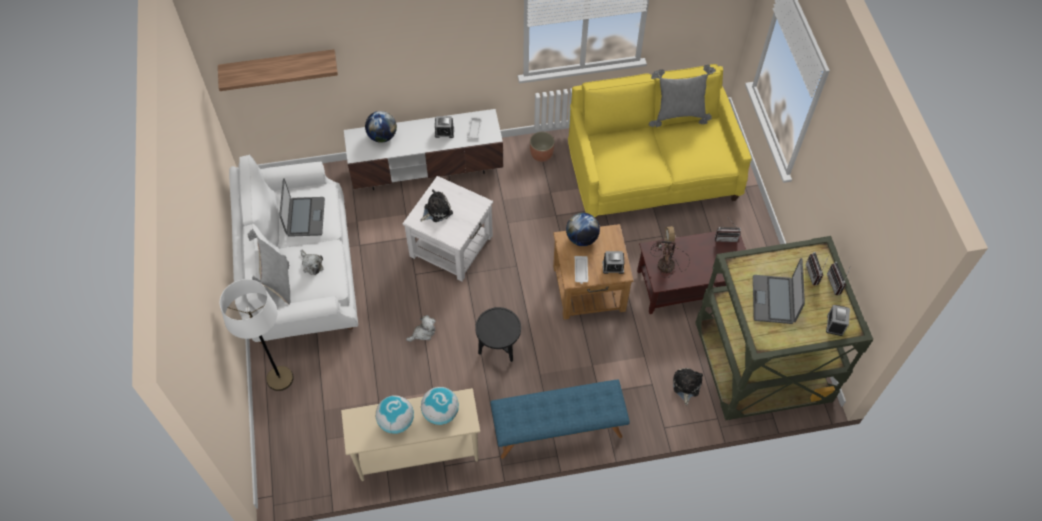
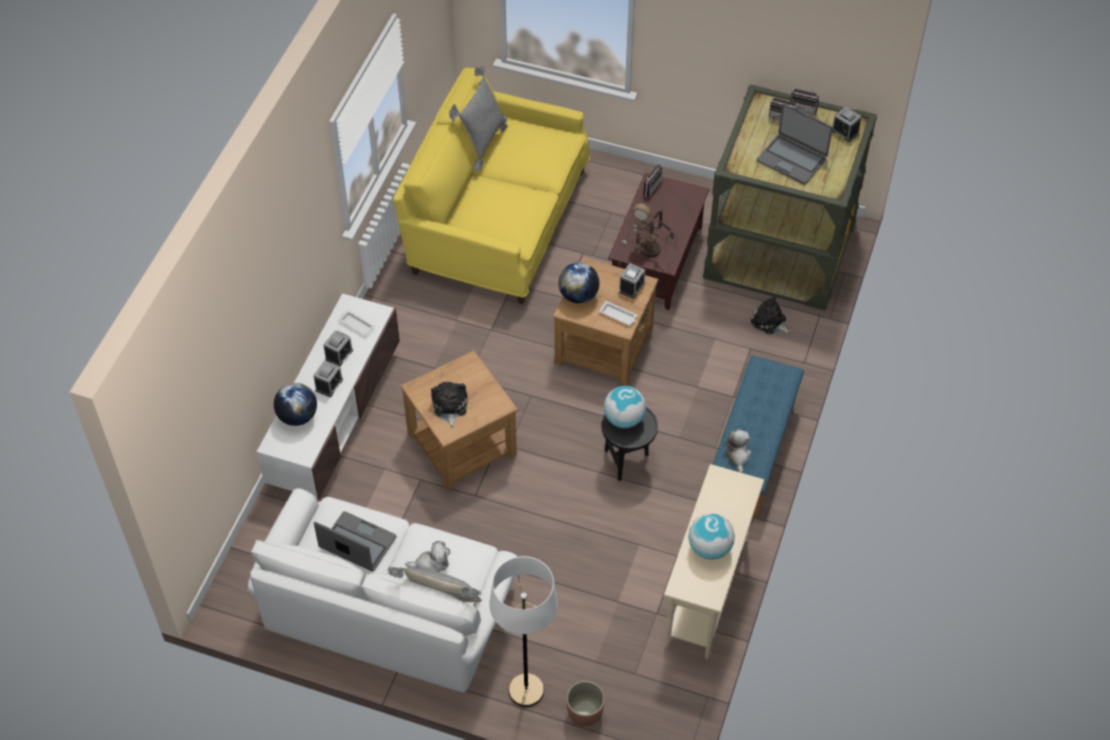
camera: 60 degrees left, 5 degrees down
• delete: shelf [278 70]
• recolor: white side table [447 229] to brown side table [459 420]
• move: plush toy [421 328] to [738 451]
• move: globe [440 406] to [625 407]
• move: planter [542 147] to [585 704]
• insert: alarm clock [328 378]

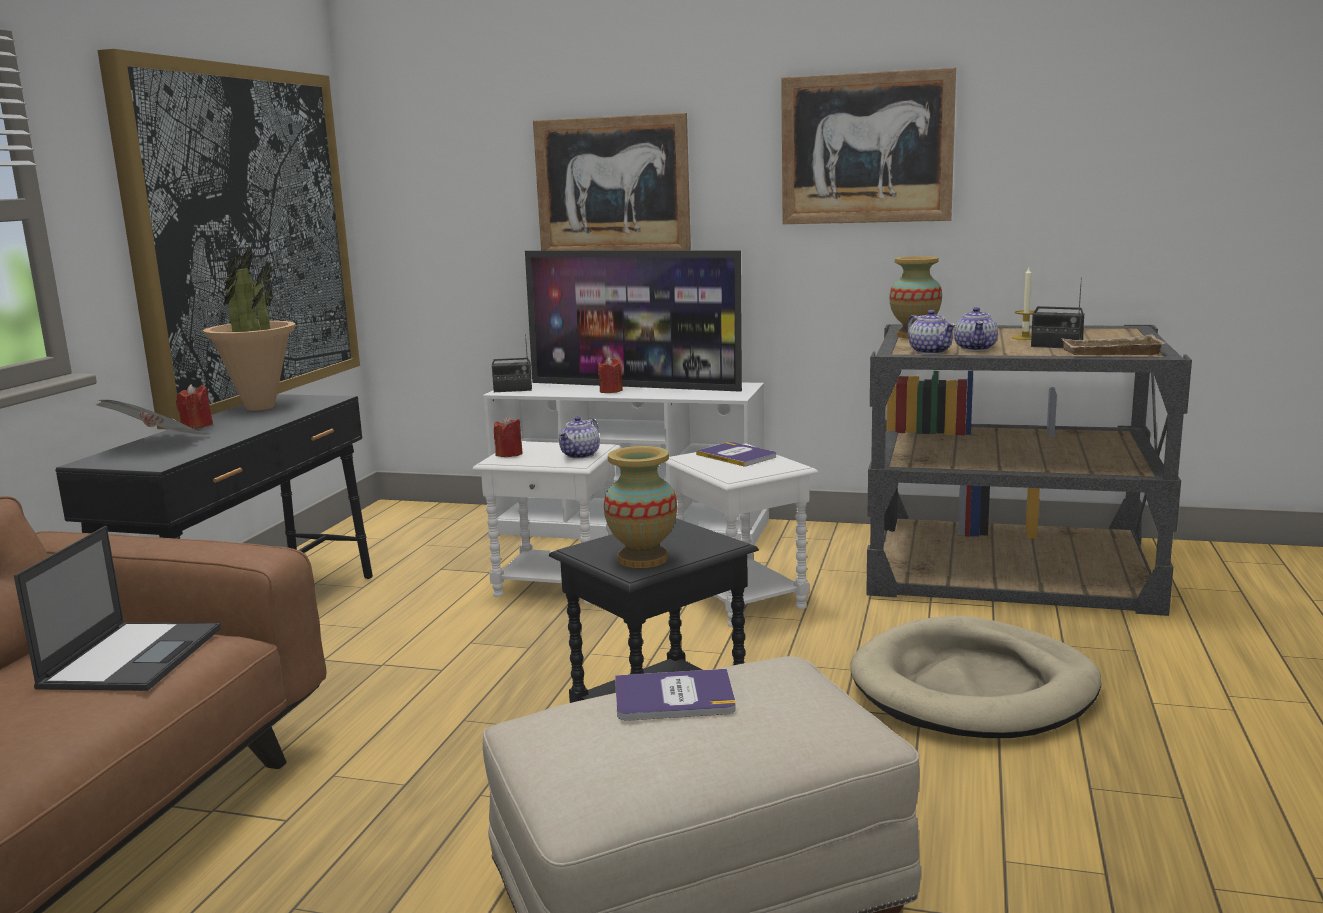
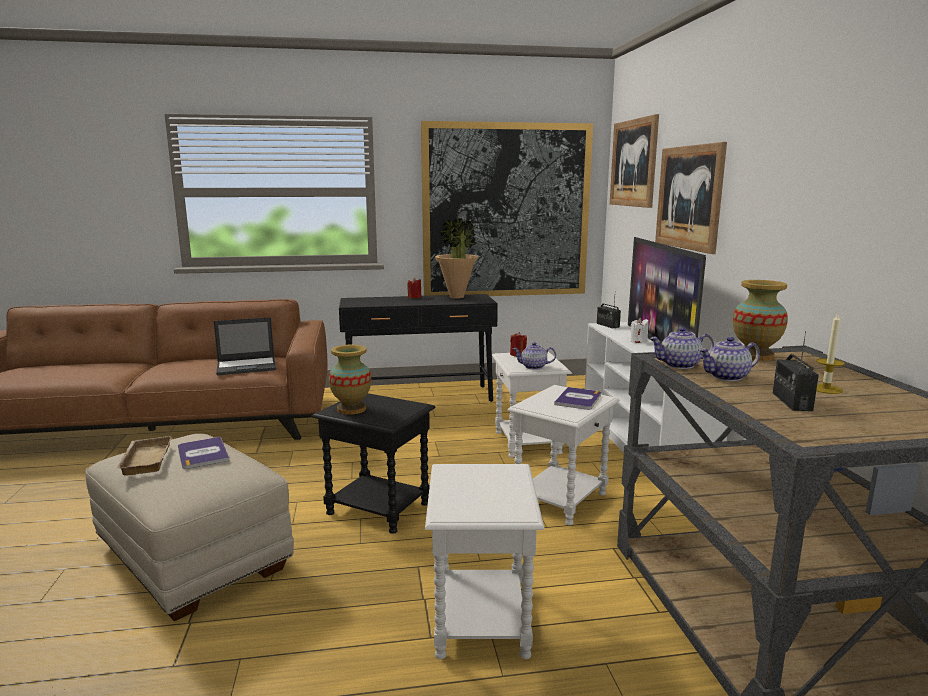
camera: 65 degrees right, 0 degrees up
• delete: newspaper [153 417]
• recolor: red candle [610 375] to white candle [639 330]
• move: picture [868 145] to [634 161]
• replace: beige dog bed [975 677] to white side table [485 561]
• rotate: teapot [931 332] = [682 348] 45 degrees clockwise
• move: beige tray [1113 345] to [143 456]

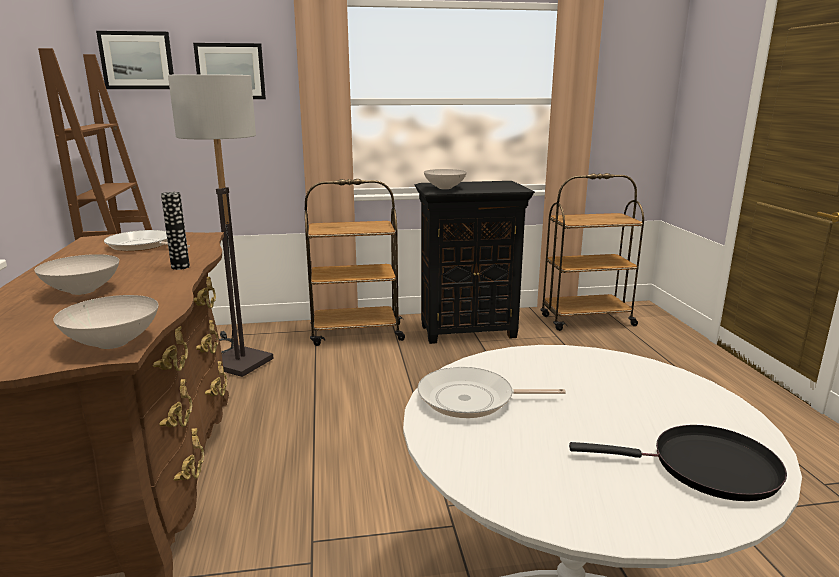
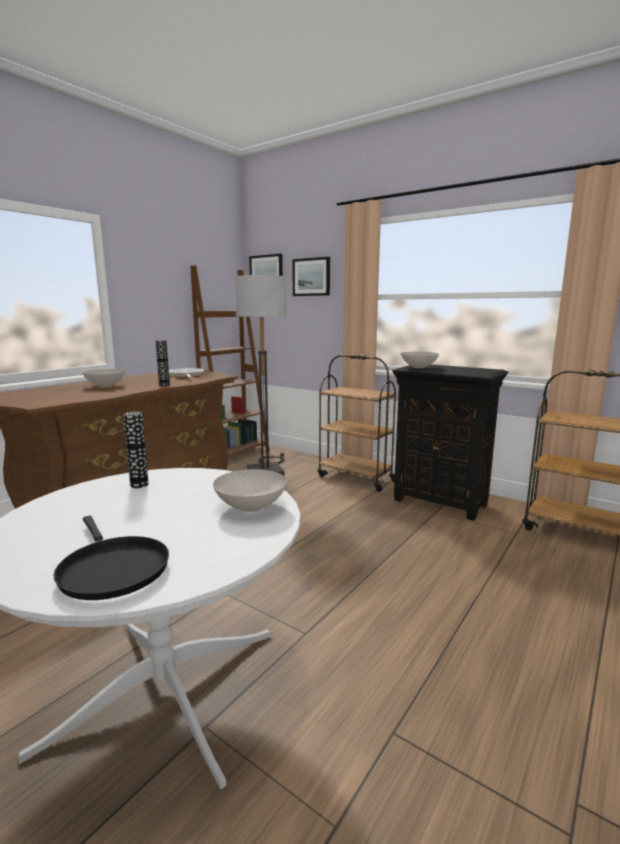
camera: 45 degrees right, 5 degrees down
• move: white bowl [105 322] to [250 490]
• replace: frying pan [491 392] to vase [136 450]

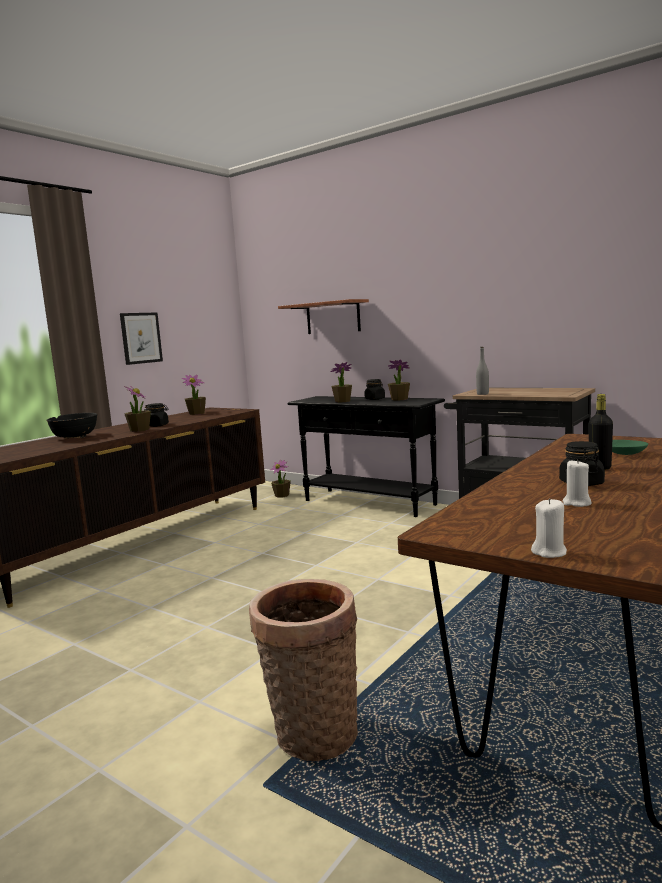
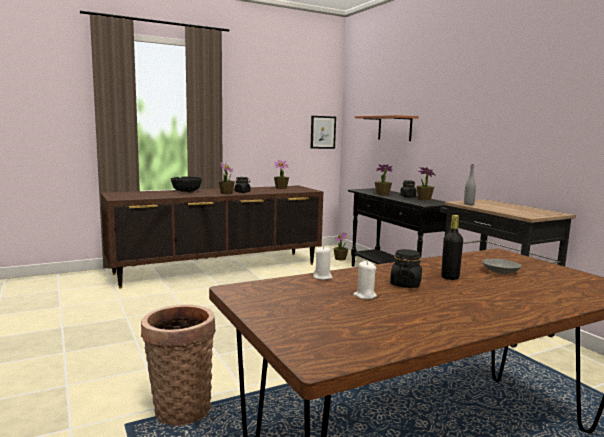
camera: 25 degrees right, 0 degrees up
• move: picture [141 338] to [323 132]
• move: white candle [549 528] to [323 263]
• recolor: green bowl [630 447] to grey bowl [501 266]

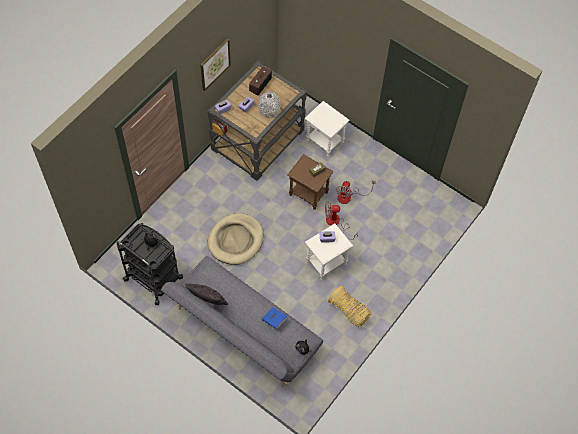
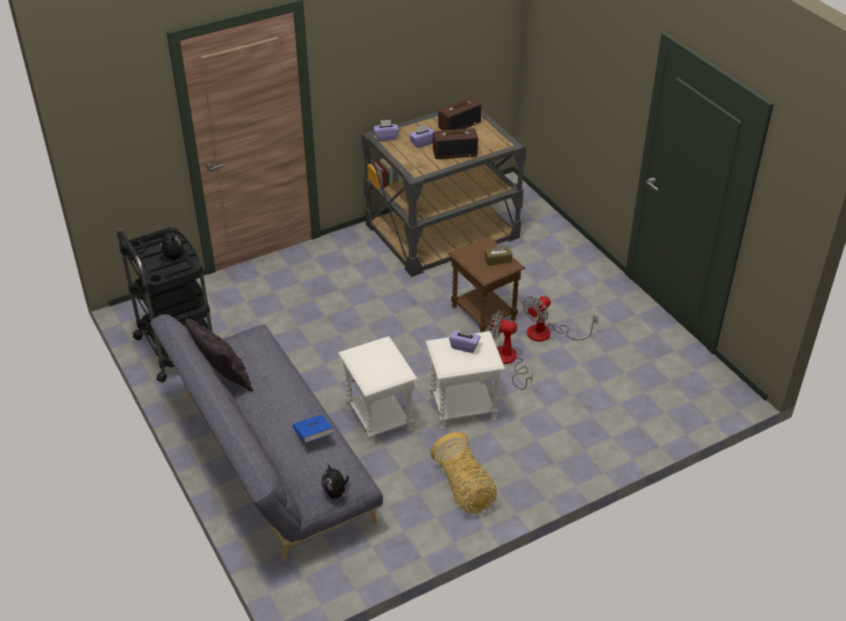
camera: 25 degrees right, 20 degrees down
• delete: picture [215 64]
• delete: beige dog bed [236 239]
• replace: grey vase [269 104] to radio [455 143]
• move: white side table [327 128] to [378 391]

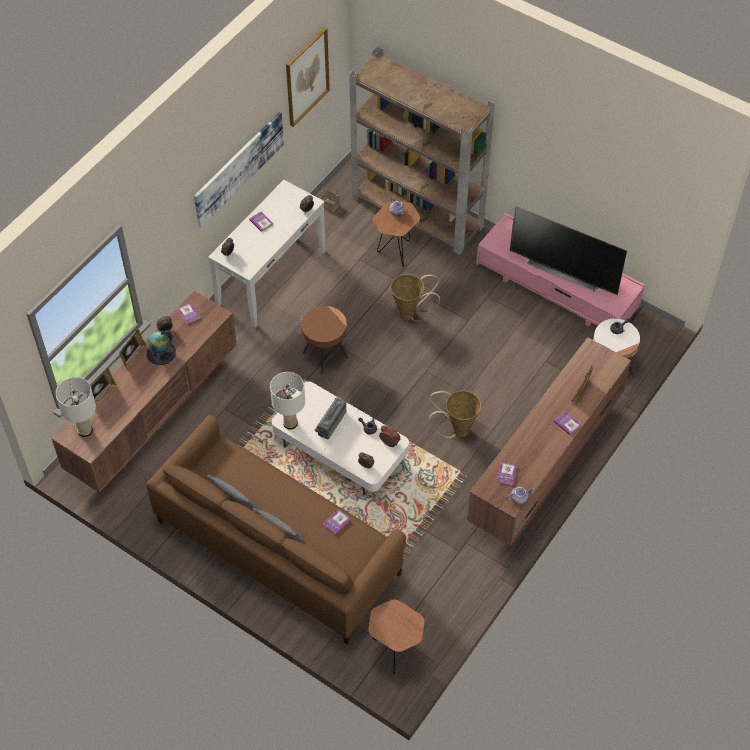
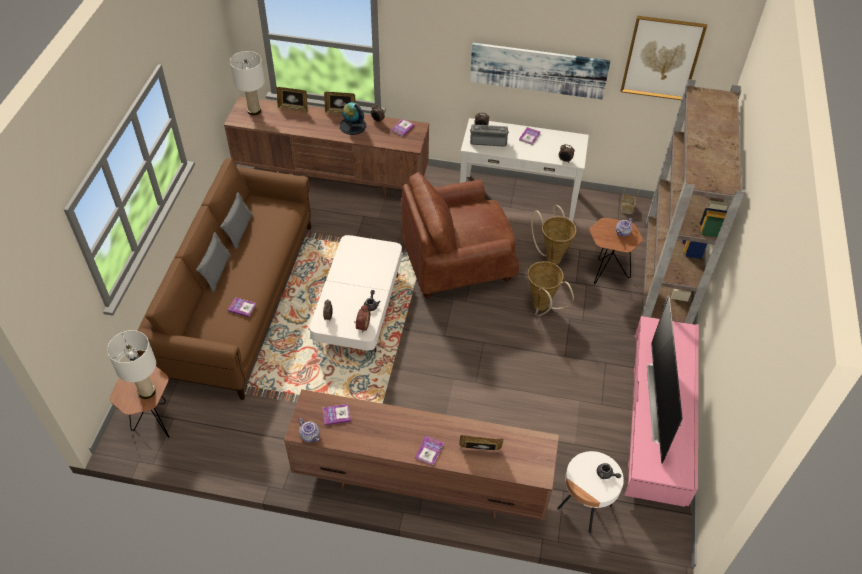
camera: 65 degrees right, 5 degrees down
• move: white table lamp [287 401] to [131 364]
• replace: brown side table [324 340] to brown armchair [460 235]
• move: radio [330 418] to [489 135]
• move: basket [455 414] to [553 235]

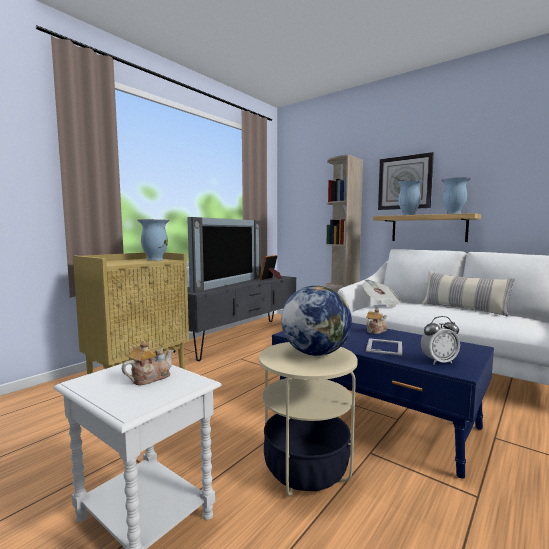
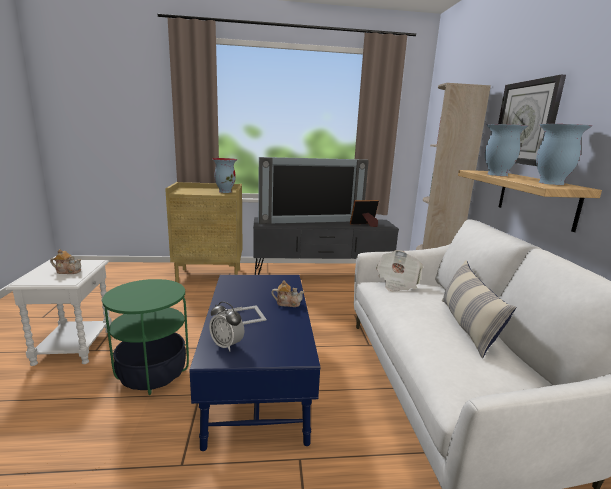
camera: 45 degrees right, 10 degrees up
• recolor: beige side table [308 419] to green side table [145 337]
• delete: globe [316 321]

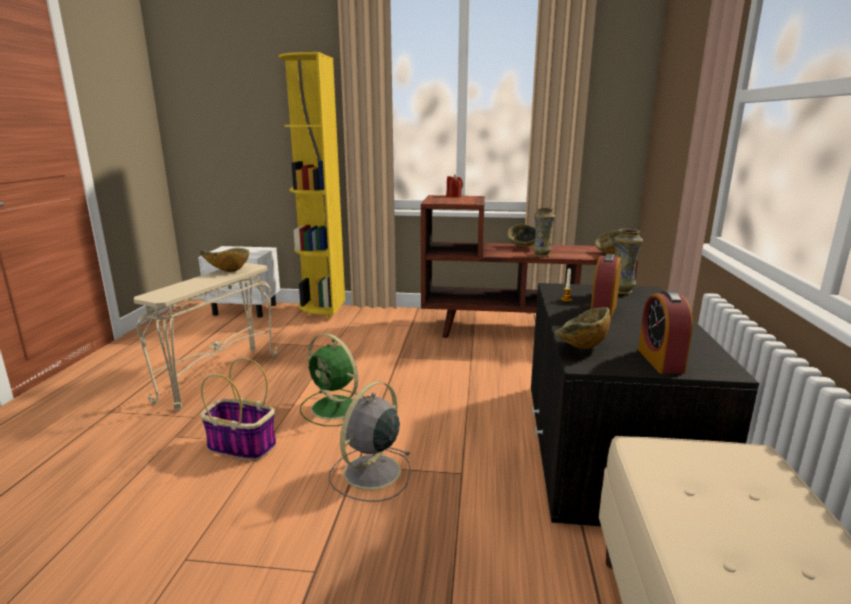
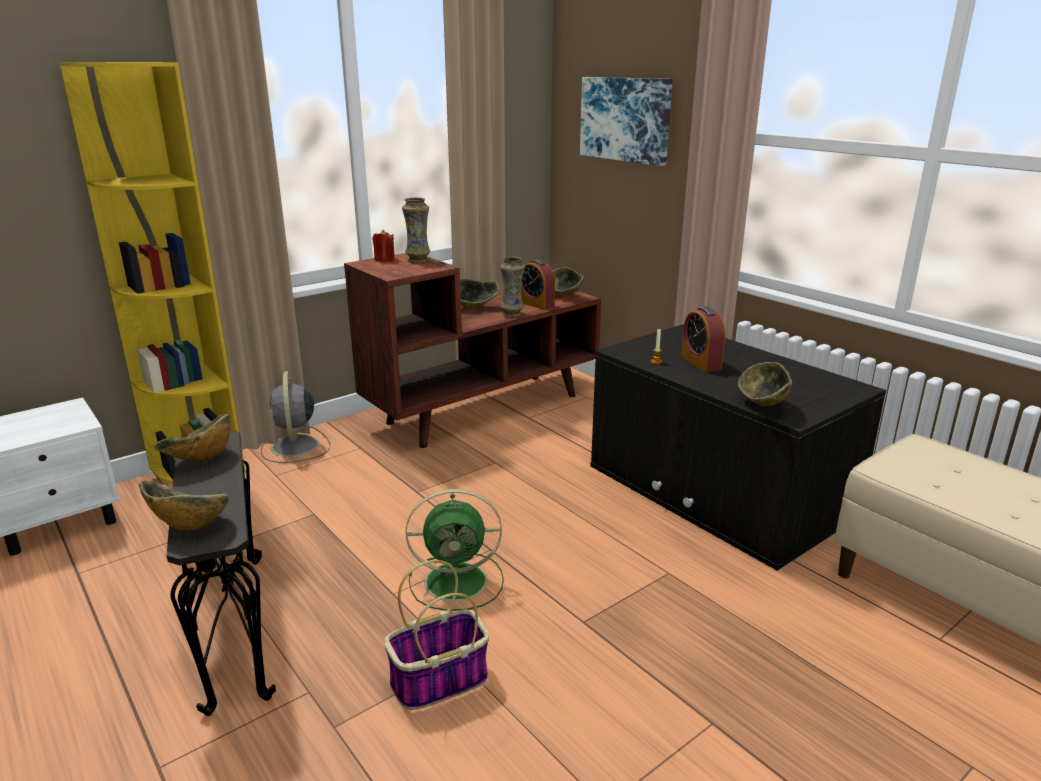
camera: 45 degrees left, 5 degrees up
• recolor: beige side table [206 337] to black side table [221 573]
• move: grey fan [369 441] to [295 417]
• move: vase [628 261] to [416 230]
• move: alarm clock [665 332] to [538 284]
• insert: bowl [184 505]
• insert: picture [626 121]

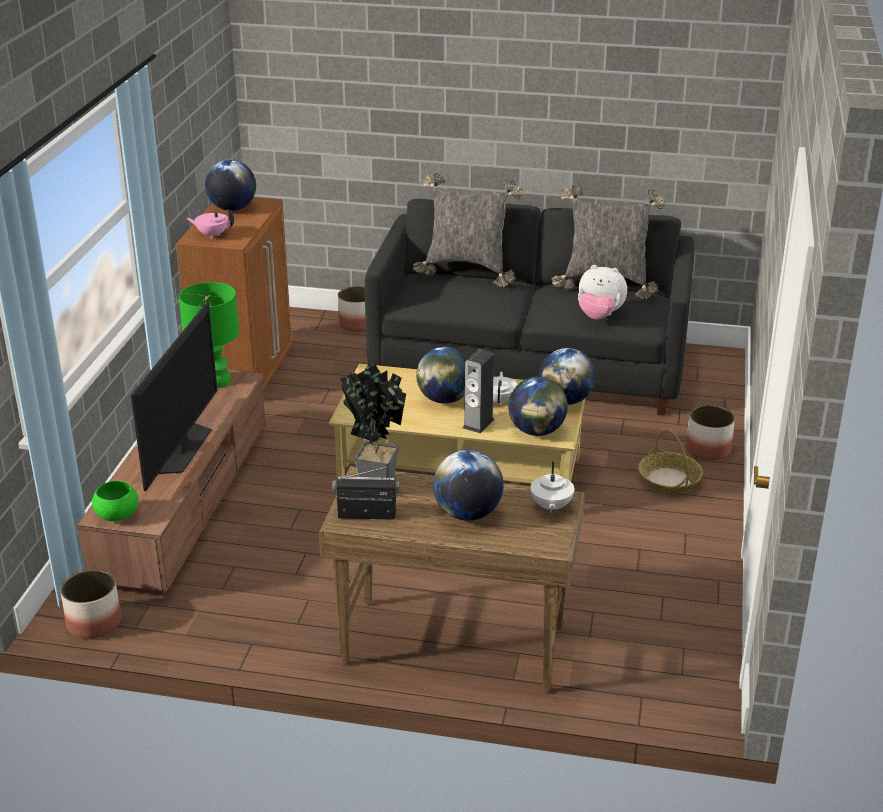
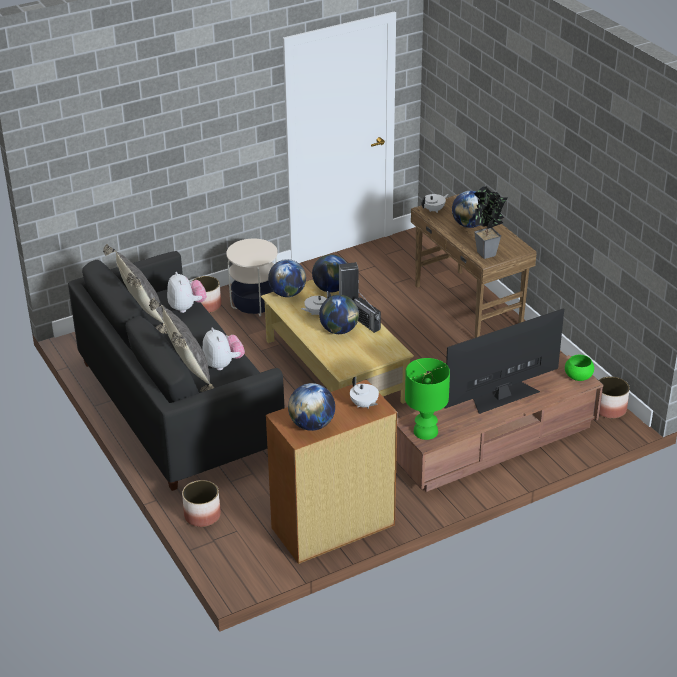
camera: 130 degrees left, 5 degrees up
• recolor: pink teapot [210 224] to white teapot [364 393]
• move: radio [366 493] to [367 313]
• replace: basket [670 462] to beige side table [252 277]
• insert: plush toy [224 348]

